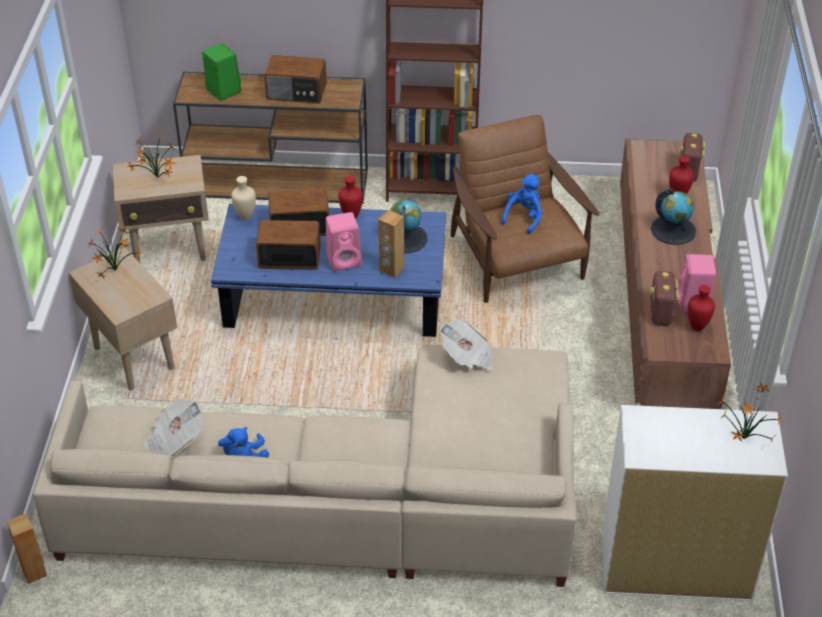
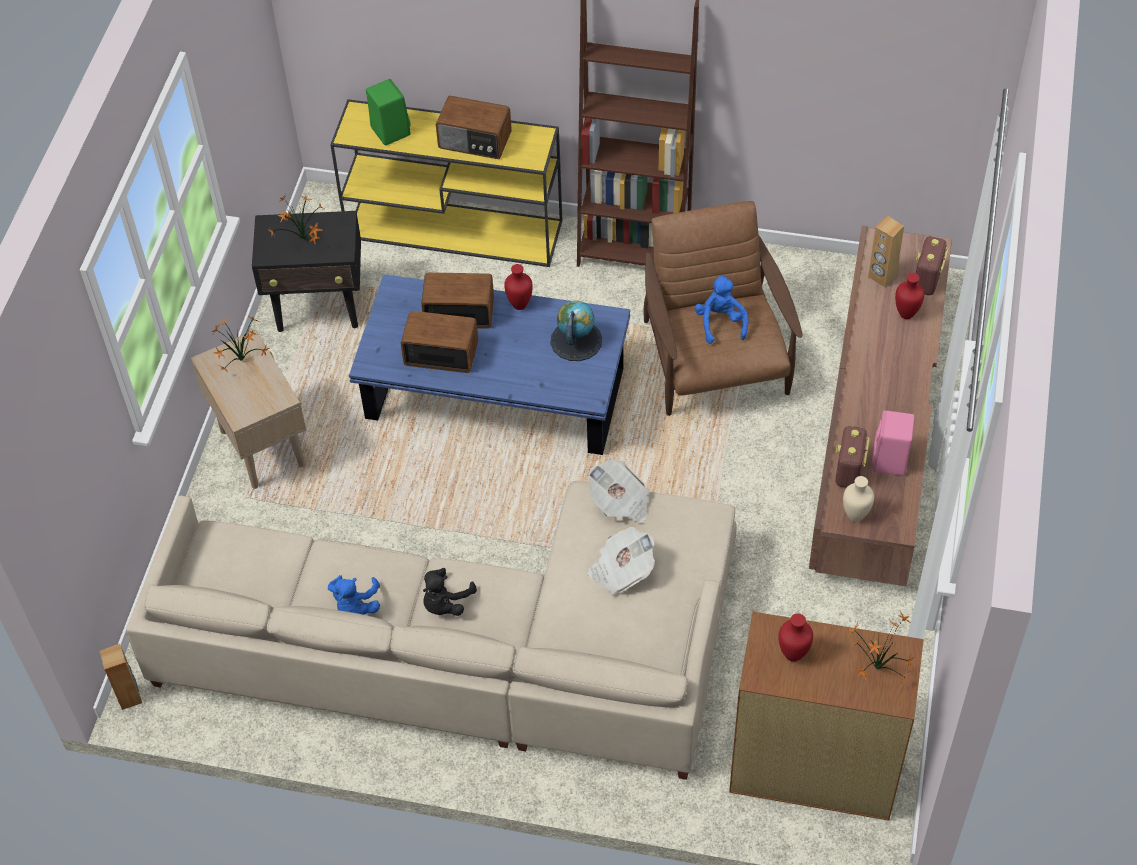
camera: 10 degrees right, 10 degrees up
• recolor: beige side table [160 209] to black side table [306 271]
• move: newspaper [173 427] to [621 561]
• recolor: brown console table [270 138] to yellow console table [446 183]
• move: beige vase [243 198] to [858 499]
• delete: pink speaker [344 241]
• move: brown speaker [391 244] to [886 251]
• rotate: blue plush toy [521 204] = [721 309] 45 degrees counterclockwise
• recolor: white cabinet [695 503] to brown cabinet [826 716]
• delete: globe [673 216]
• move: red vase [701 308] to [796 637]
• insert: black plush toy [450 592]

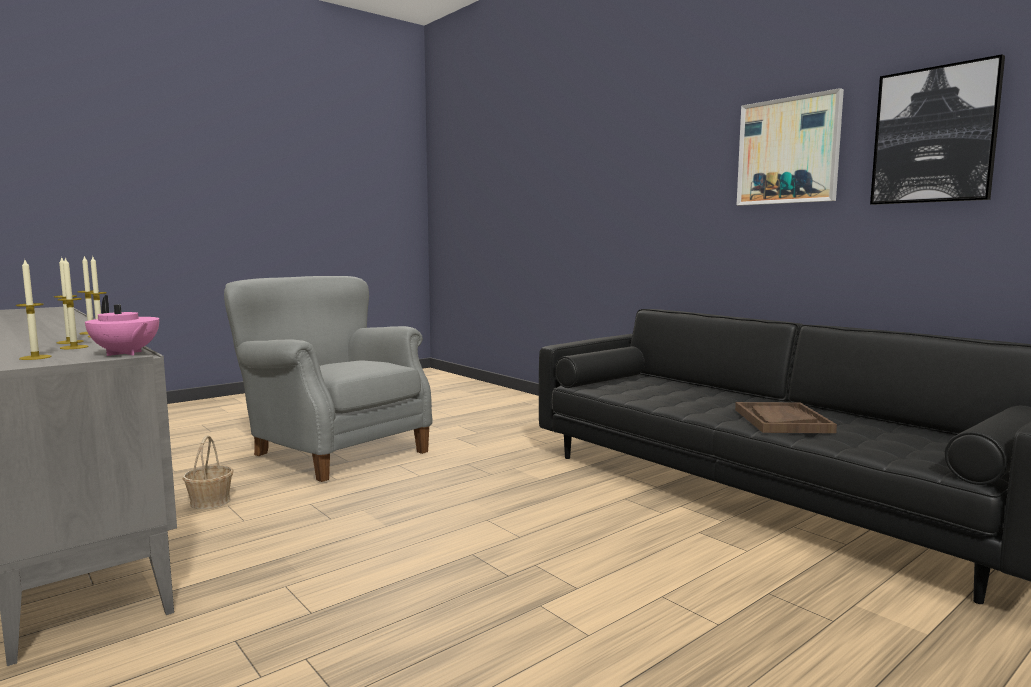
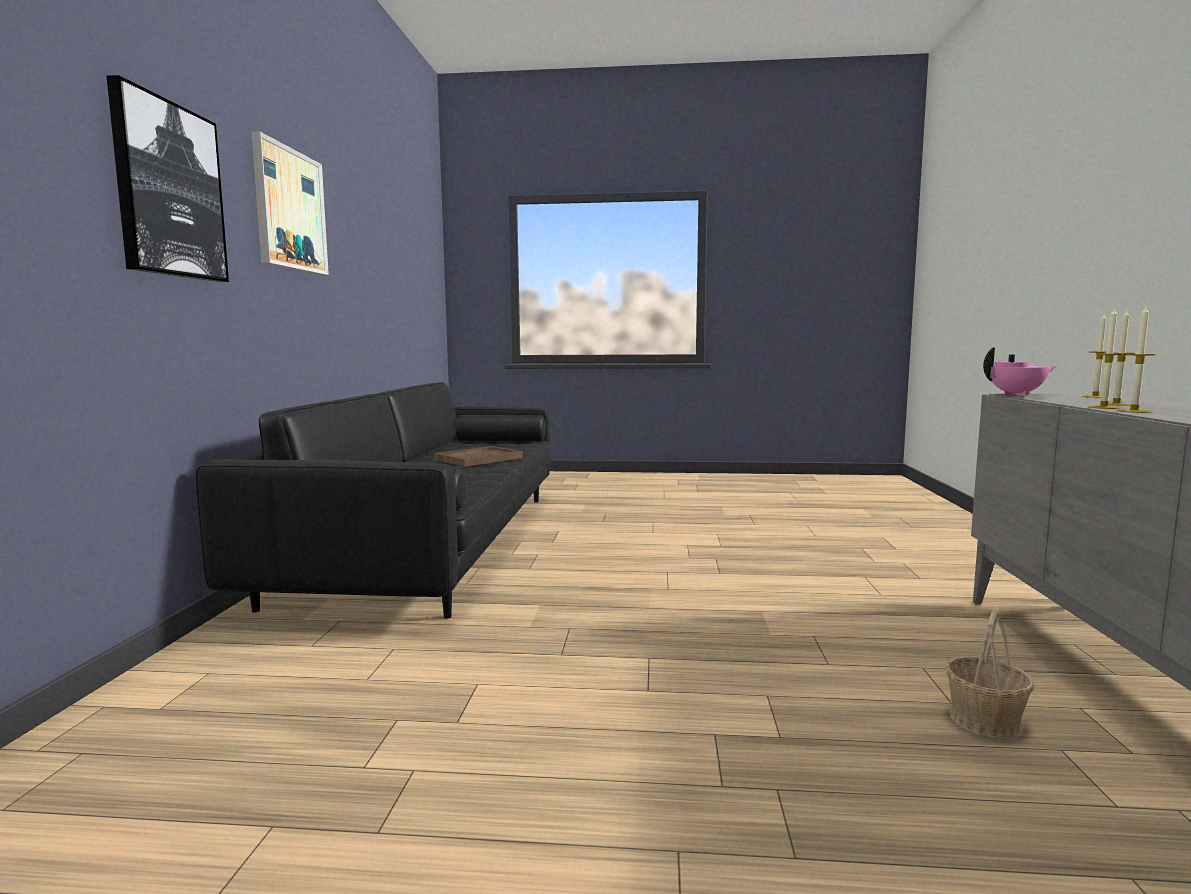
camera: 135 degrees left, 0 degrees up
• delete: candle [72 303]
• rotate: pink teapot [122 325] = [1020 371] 90 degrees clockwise
• delete: grey armchair [328 379]
• move: picture [937 130] to [167 178]

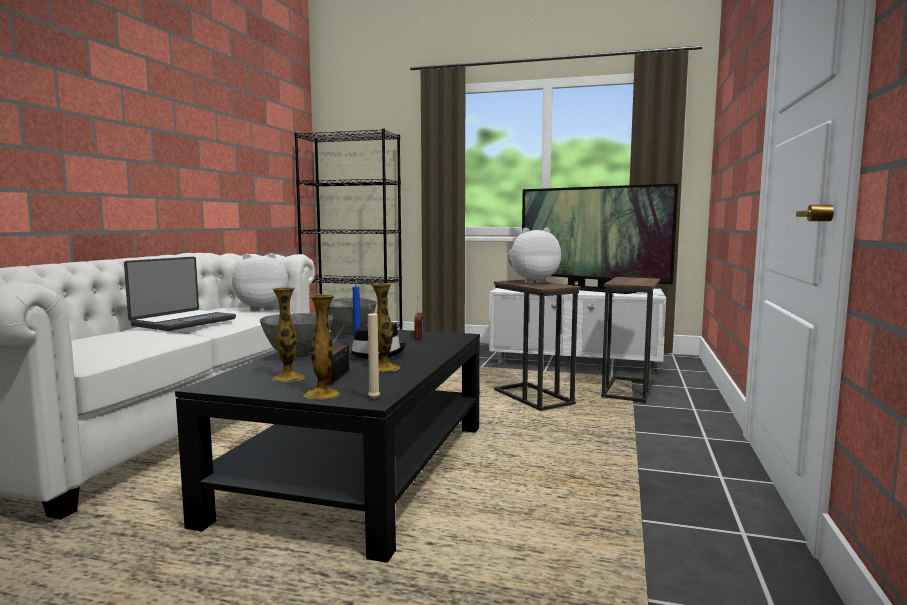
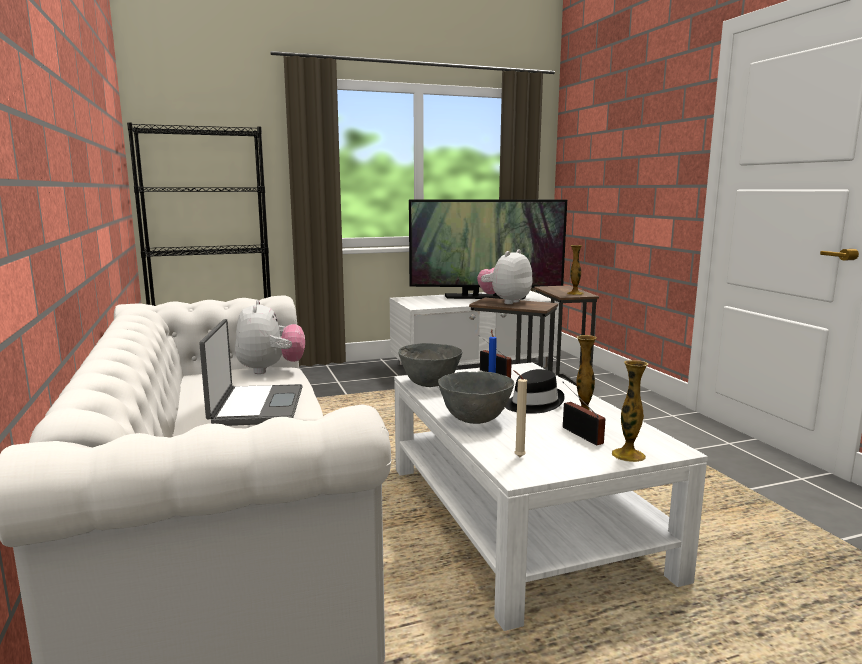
camera: 35 degrees left, 5 degrees up
• recolor: black coffee table [327 446] to white coffee table [551 496]
• rotate: plush toy [260 282] = [270 337] 135 degrees clockwise
• move: vase [288 334] to [575 270]
• move: beige candle [374 351] to [520 413]

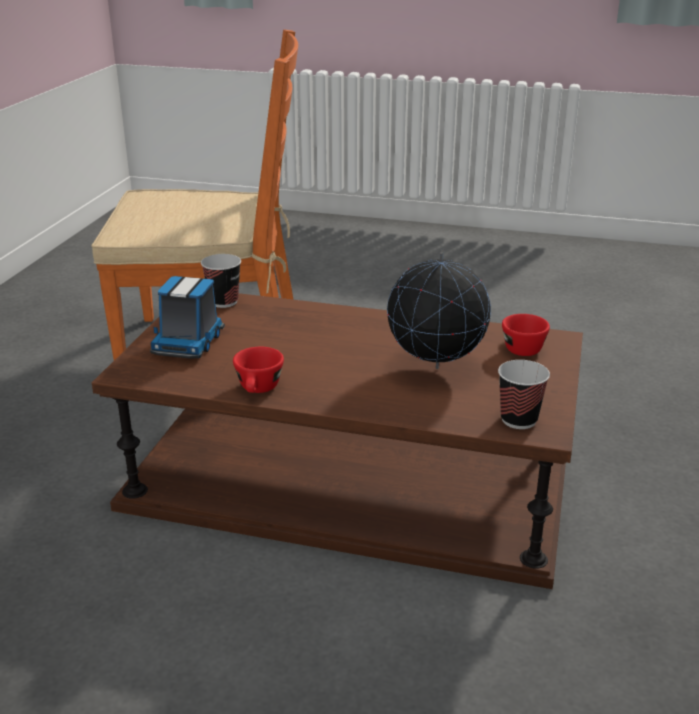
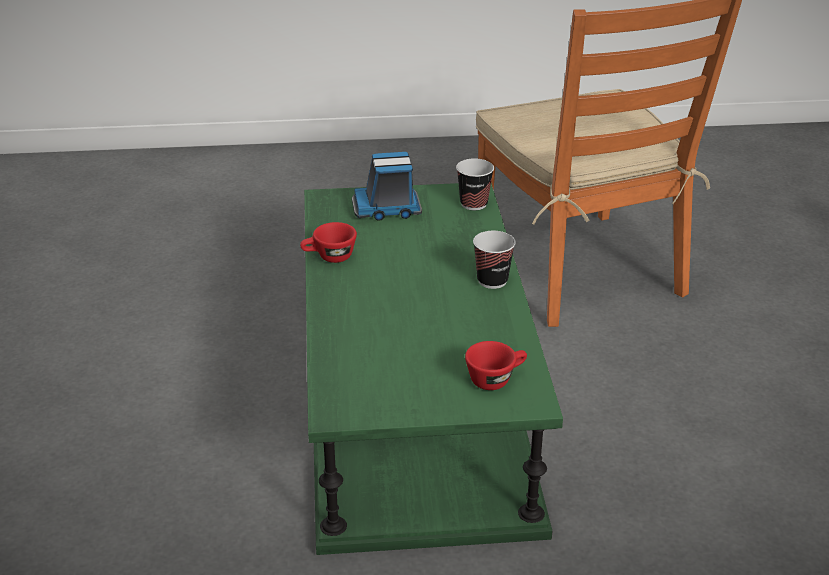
camera: 70 degrees right, 5 degrees up
• recolor: brown coffee table [337 441] to green coffee table [433 369]
• delete: globe [439 309]
• move: cup [524 394] to [494 260]

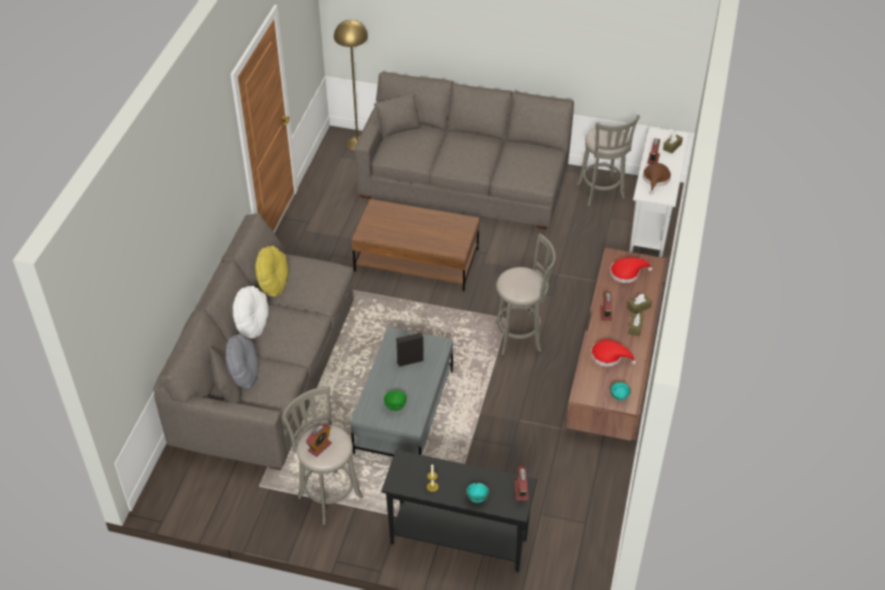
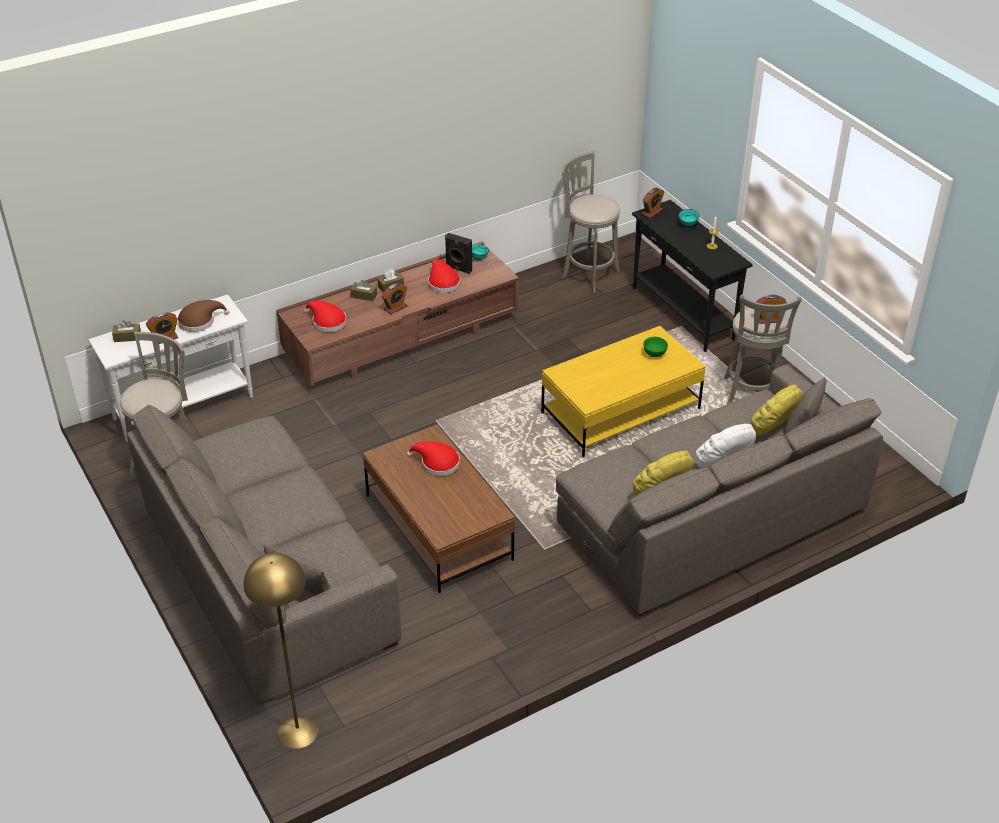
camera: 135 degrees left, 5 degrees down
• recolor: grey pillow [241 361] to yellow pillow [777 410]
• recolor: grey coffee table [401 392] to yellow coffee table [623 391]
• move: black speaker [410 349] to [458 253]
• move: grey stool [525 294] to [591 222]
• insert: red hat [433 458]

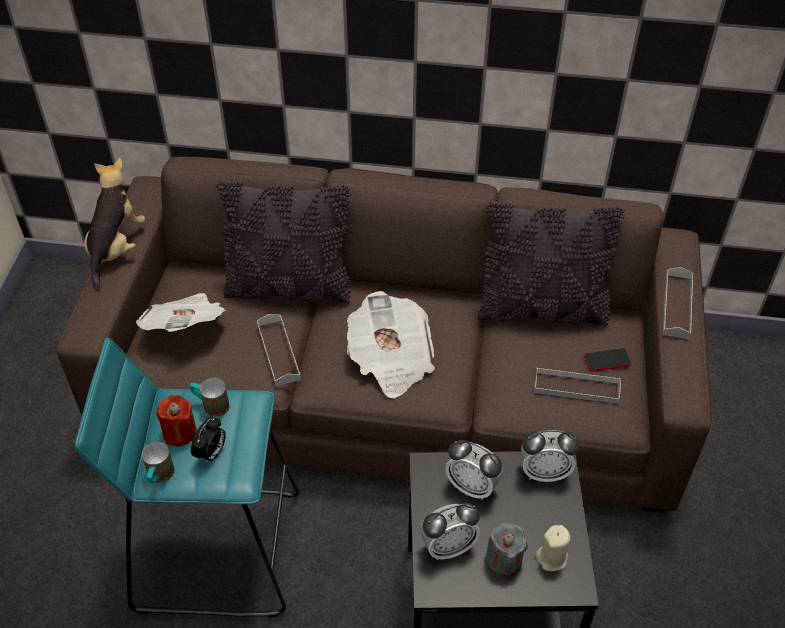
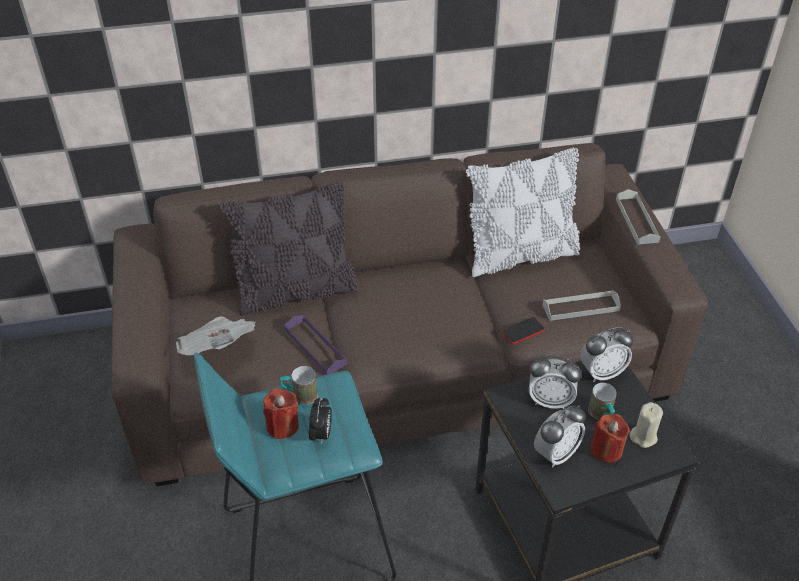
camera: 20 degrees left, 5 degrees down
• delete: plush toy [114 224]
• move: mug [158 462] to [602 401]
• recolor: grey tray [279 350] to purple tray [315 345]
• delete: newspaper [391 345]
• recolor: black pillow [551 263] to white pillow [523 212]
• recolor: grey candle [506 549] to red candle [610 438]
• move: phone [607 360] to [523 330]

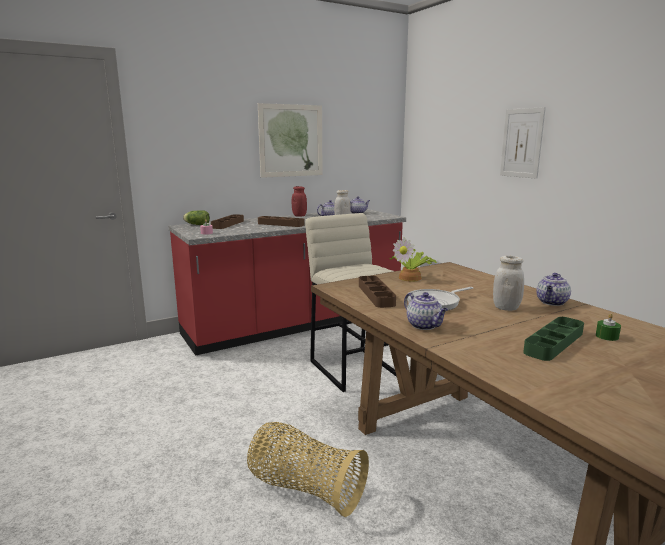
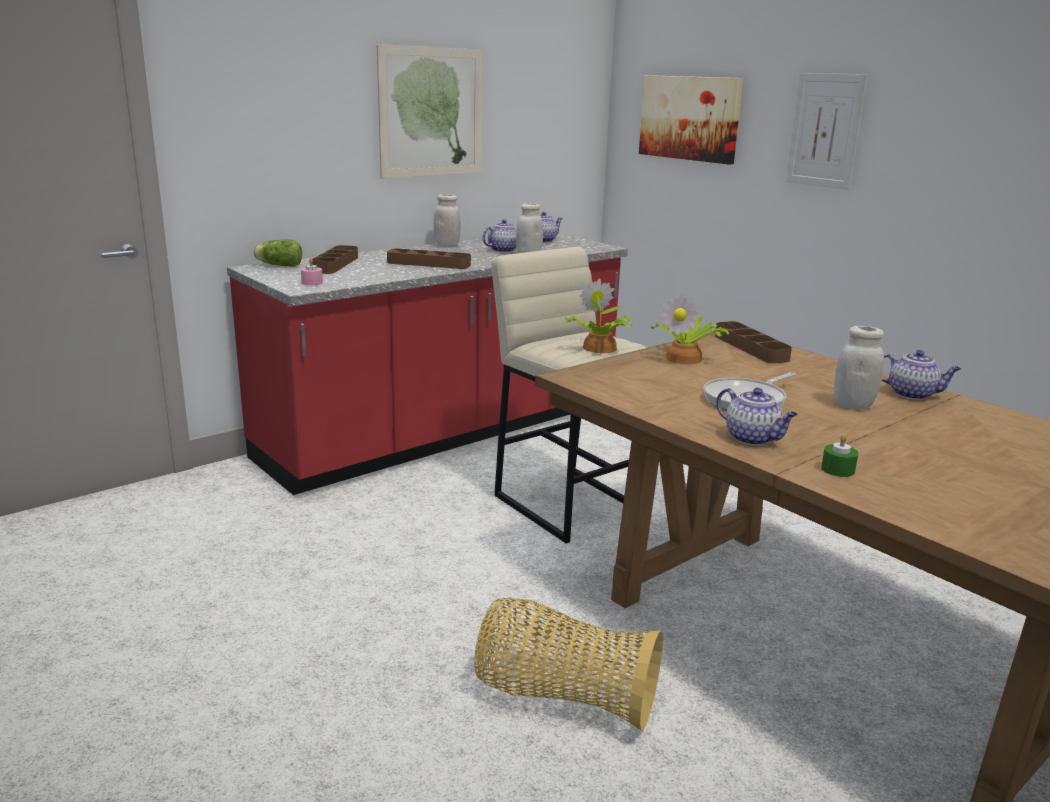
camera: 10 degrees left, 5 degrees up
• recolor: red jar [299 201] to white jar [447 221]
• move: brown tray [377 292] to [753 342]
• delete: green tray [553 339]
• rotate: teapot [553 289] = [921 375] 90 degrees counterclockwise
• move: green candle [608 327] to [839 455]
• insert: potted plant [598 315]
• insert: picture [691 120]

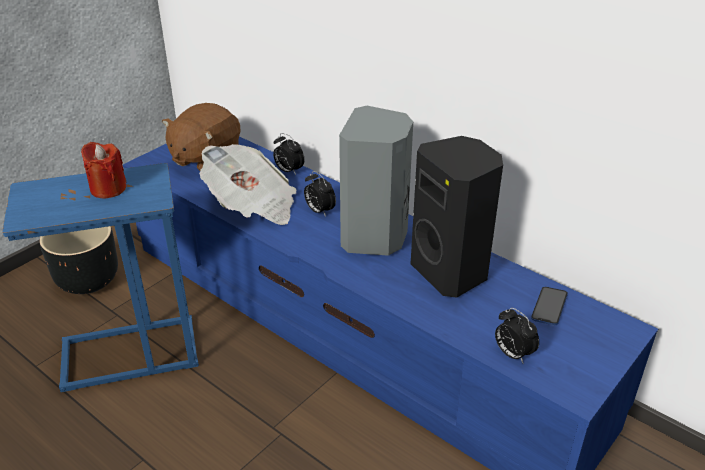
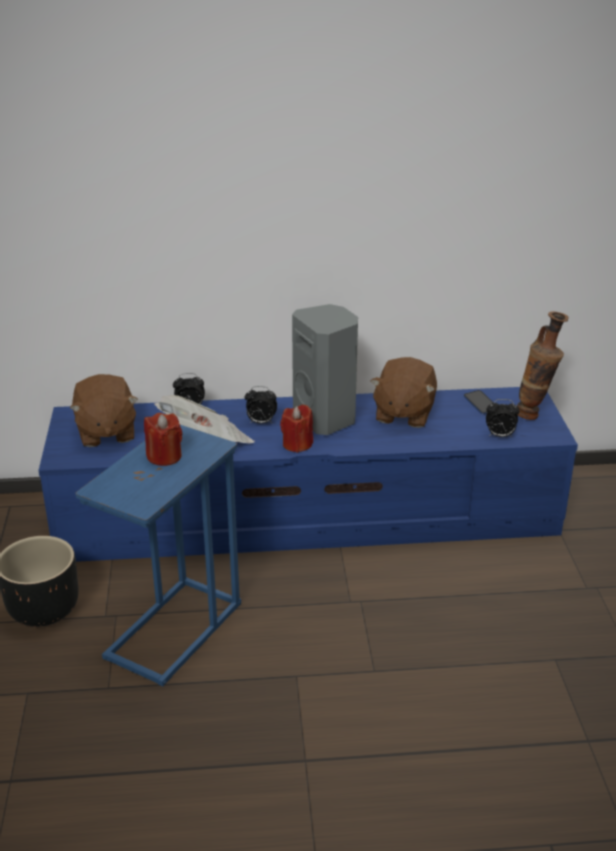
camera: 45 degrees left, 5 degrees down
• replace: black speaker [457 217] to brown plush toy [404 392]
• insert: red candle [296 429]
• insert: vase [543 366]

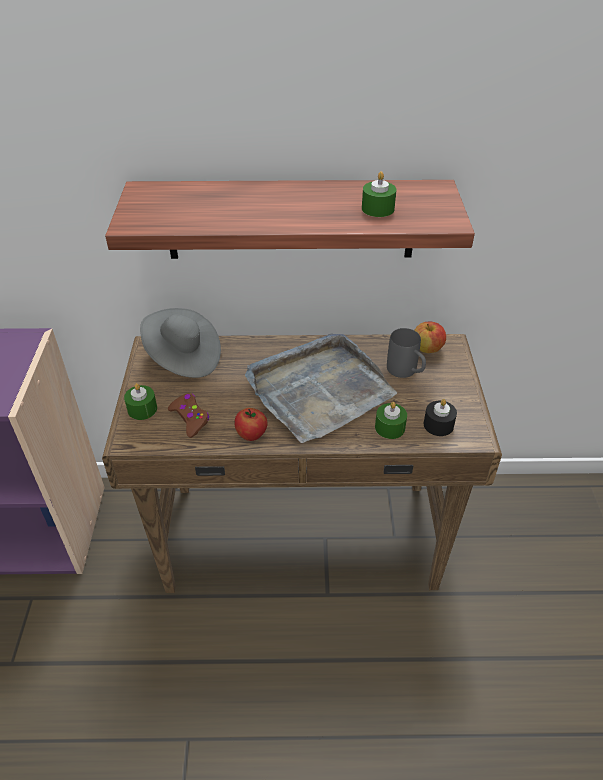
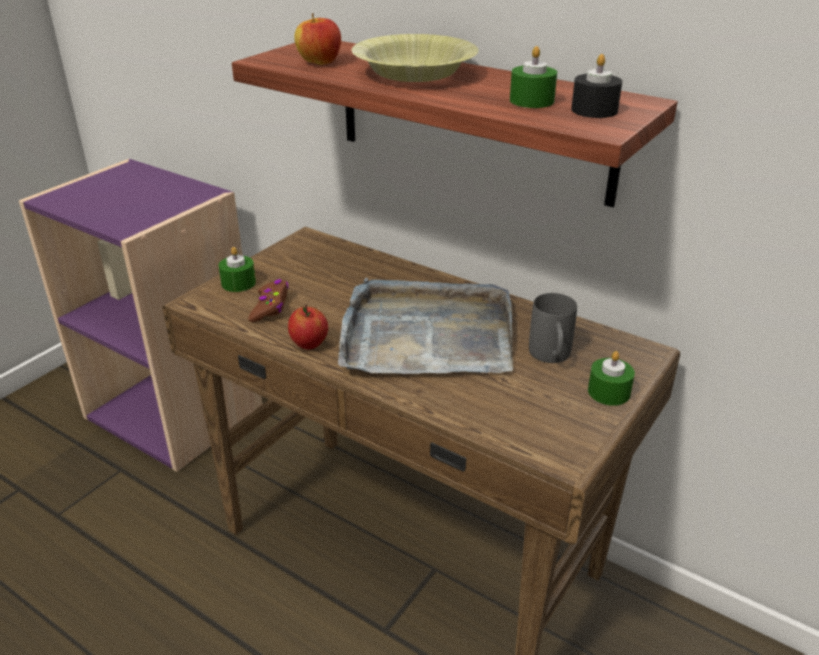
camera: 35 degrees right, 10 degrees down
• delete: grey hat [180 343]
• move: green candle [391 420] to [611 378]
• move: apple [430 337] to [317 39]
• move: black candle [440 417] to [596 86]
• insert: yellow bowl [415 58]

